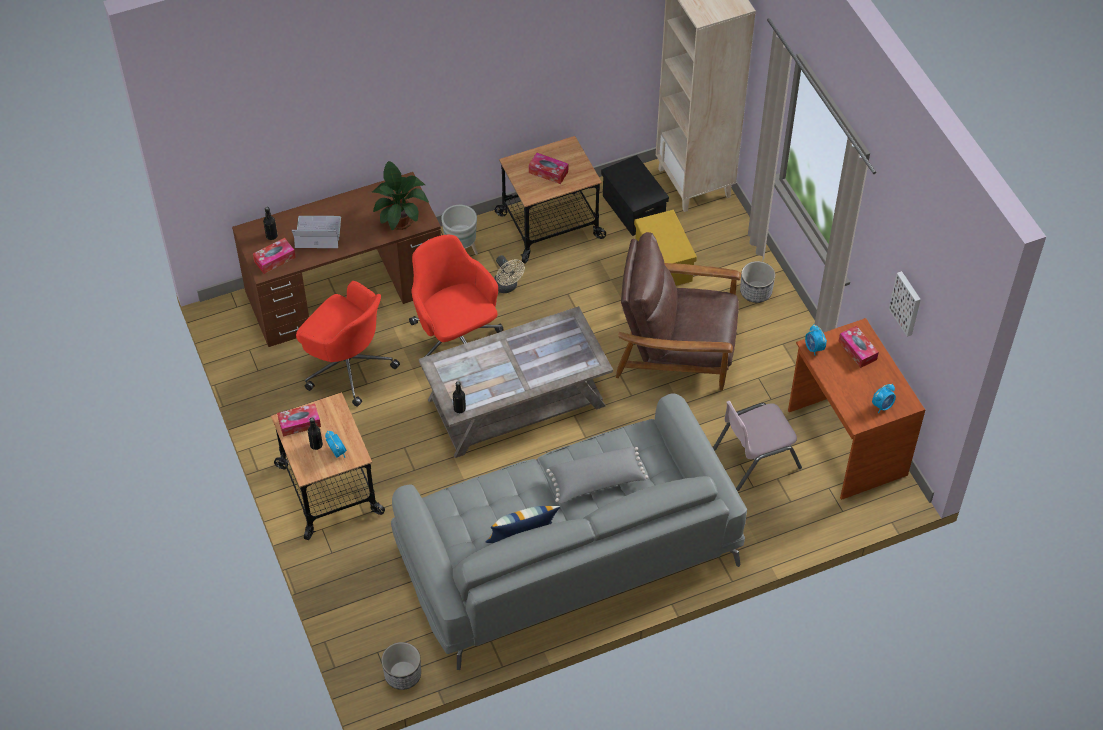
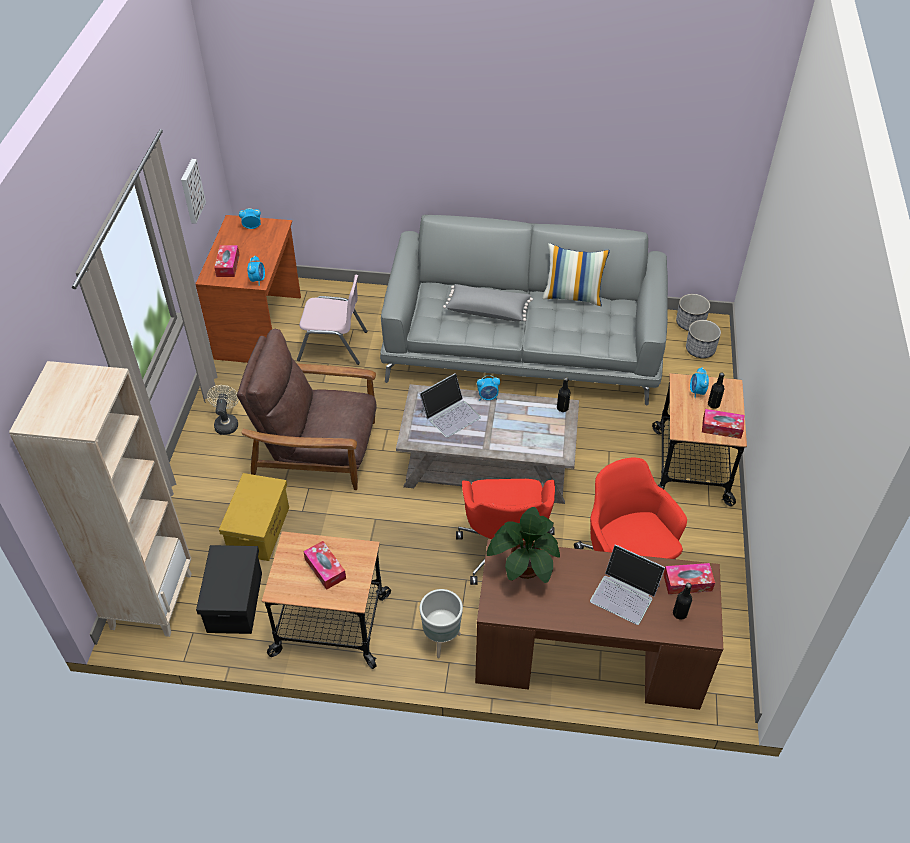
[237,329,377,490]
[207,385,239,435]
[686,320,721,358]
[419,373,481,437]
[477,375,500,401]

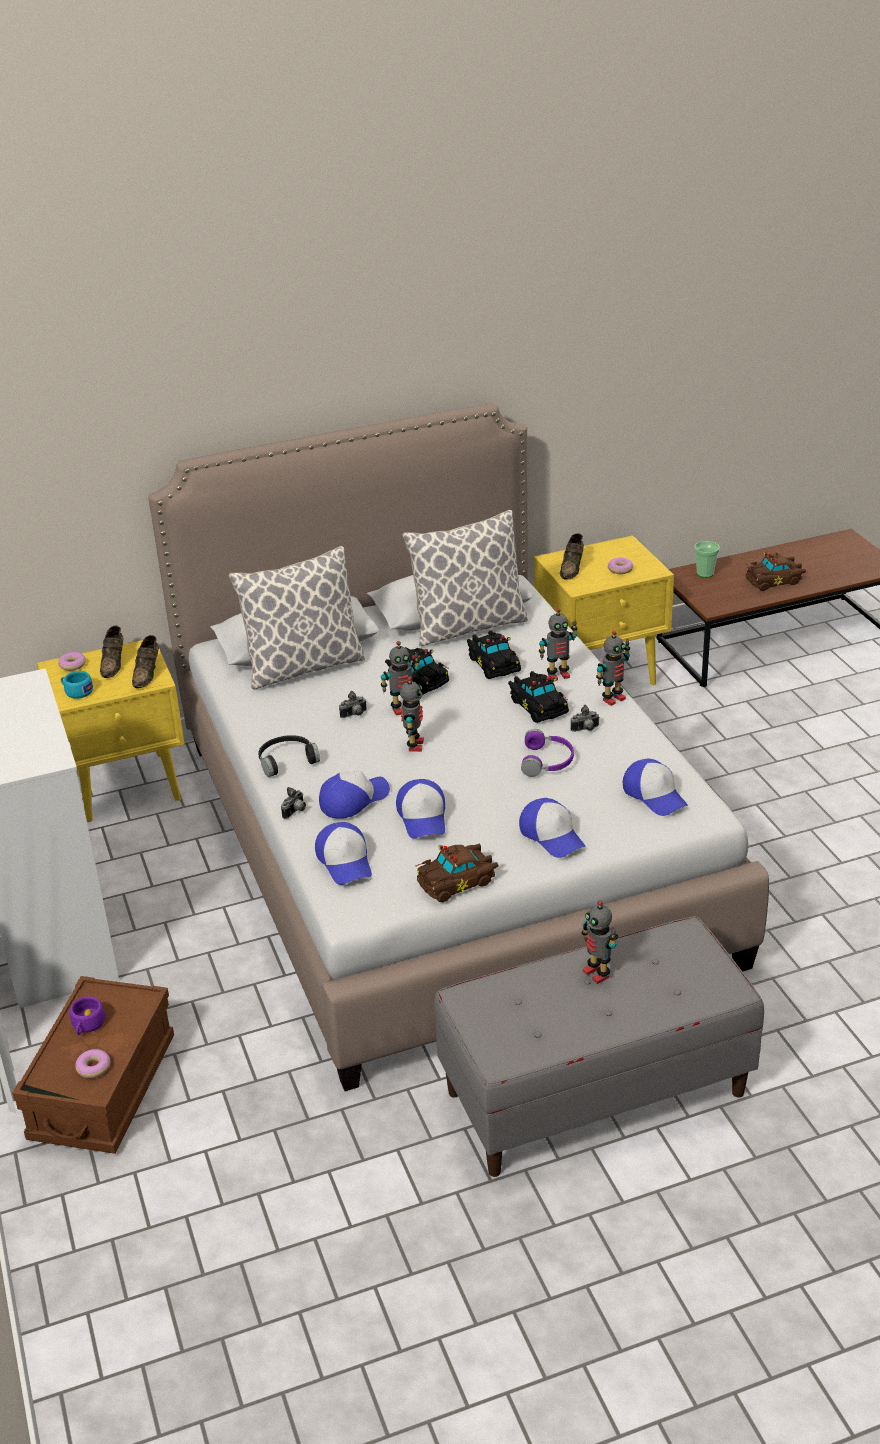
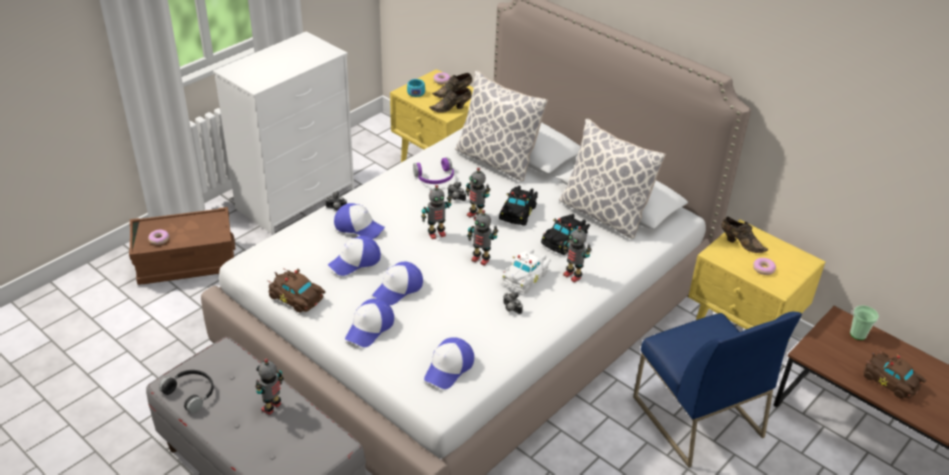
[721,216,768,253]
[467,210,498,266]
[501,249,551,293]
[413,157,454,184]
[159,370,214,413]
[372,262,423,305]
[70,996,105,1035] (first image)
[633,312,802,468]

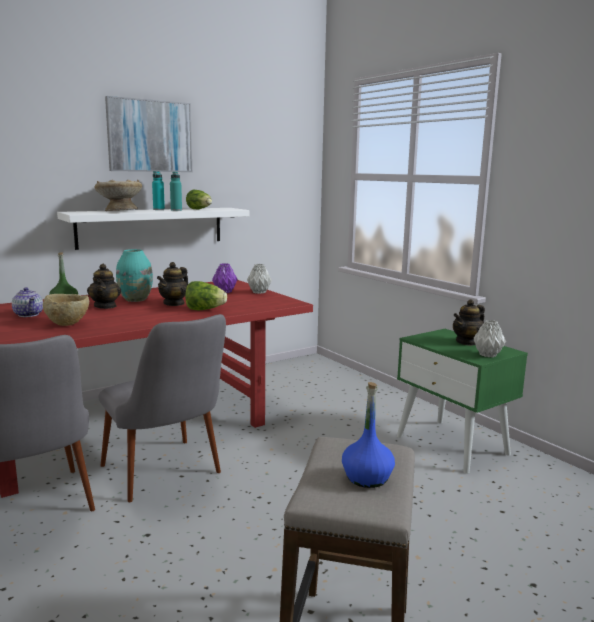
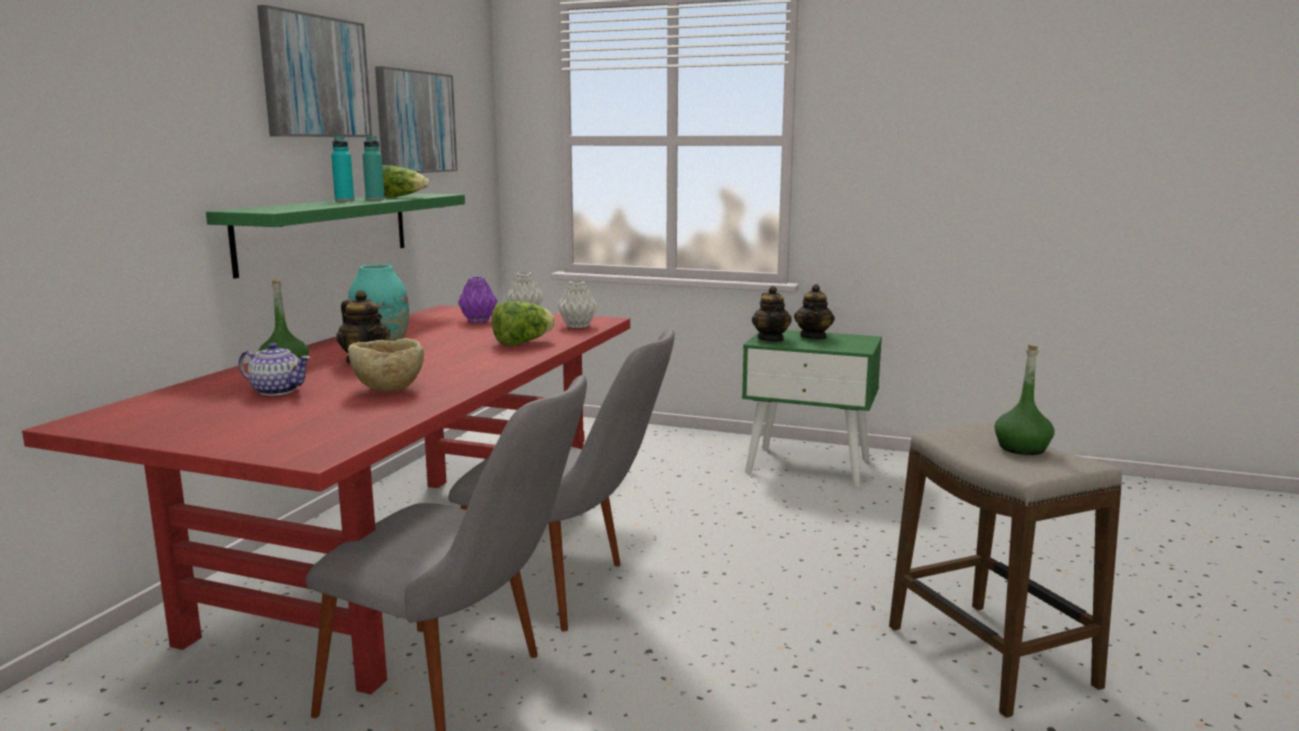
[94,180,142,211] (first image)
[206,193,465,279]
[752,286,792,342]
[557,281,597,328]
[994,345,1055,455]
[375,66,458,173]

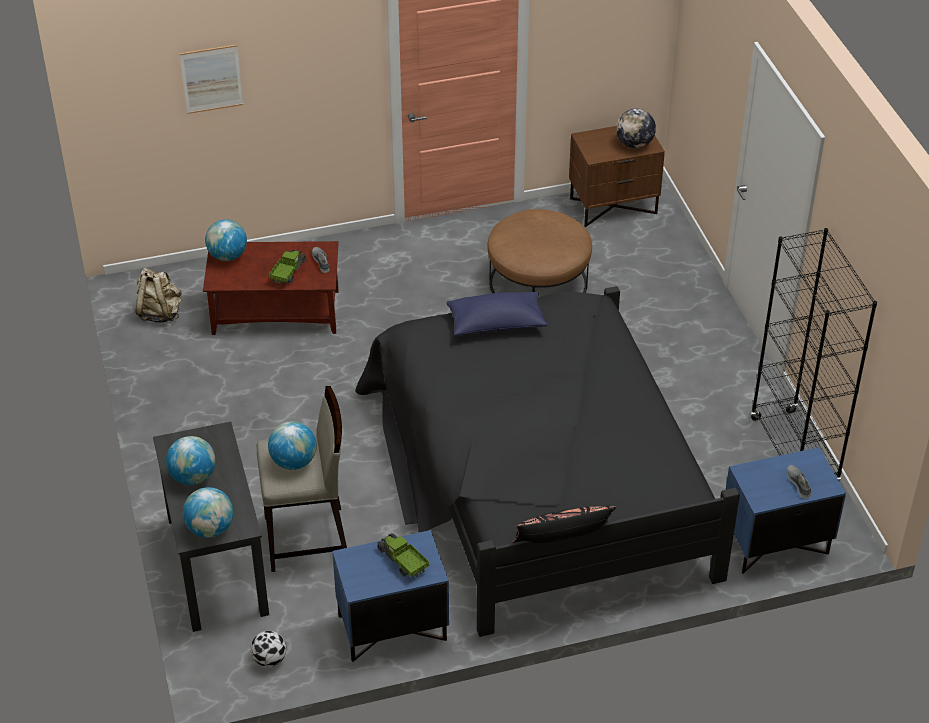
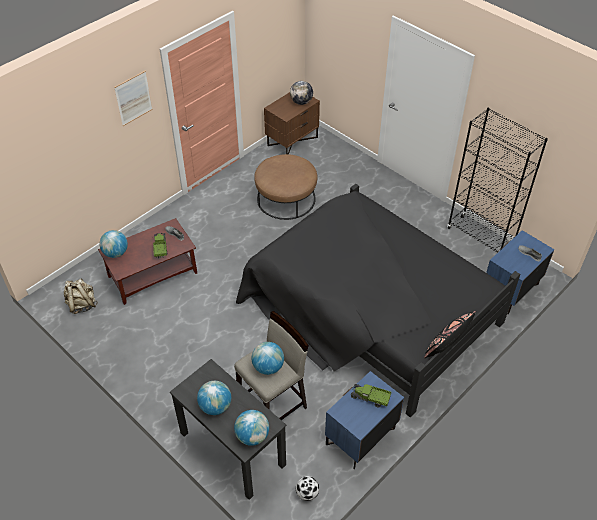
[114,71,153,126]
[447,292,547,336] (first image)

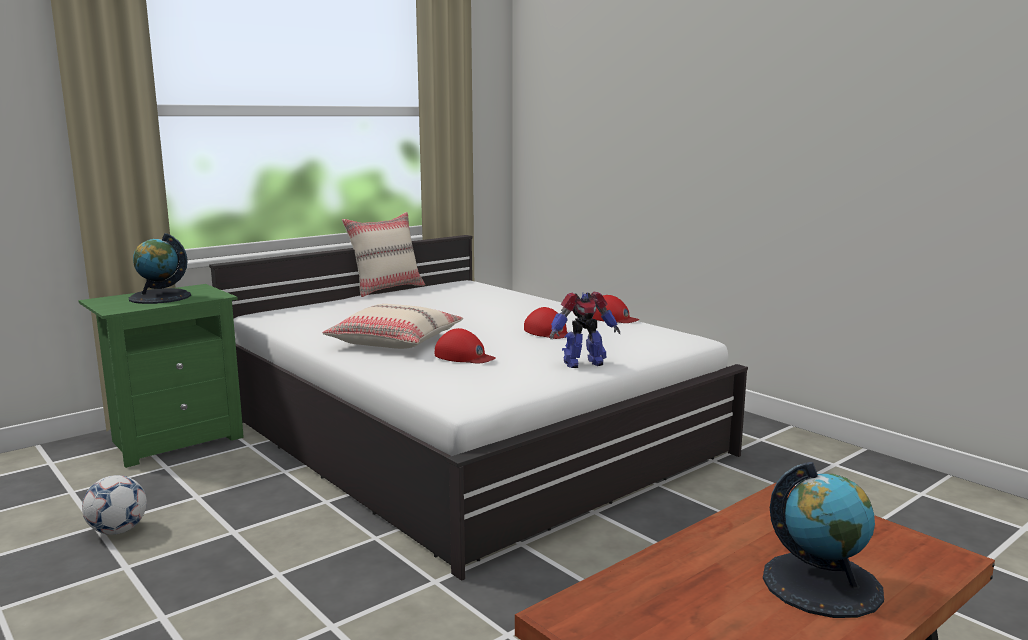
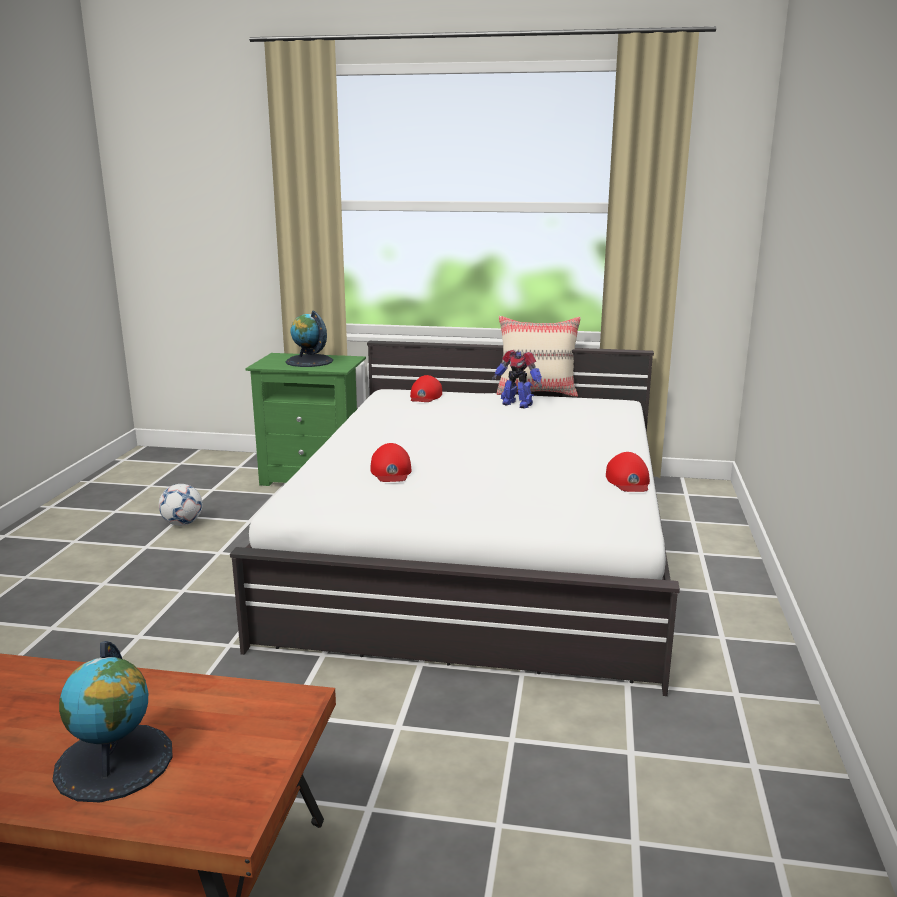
[492,350,542,408]
[322,304,463,349] (first image)
[410,375,442,402]

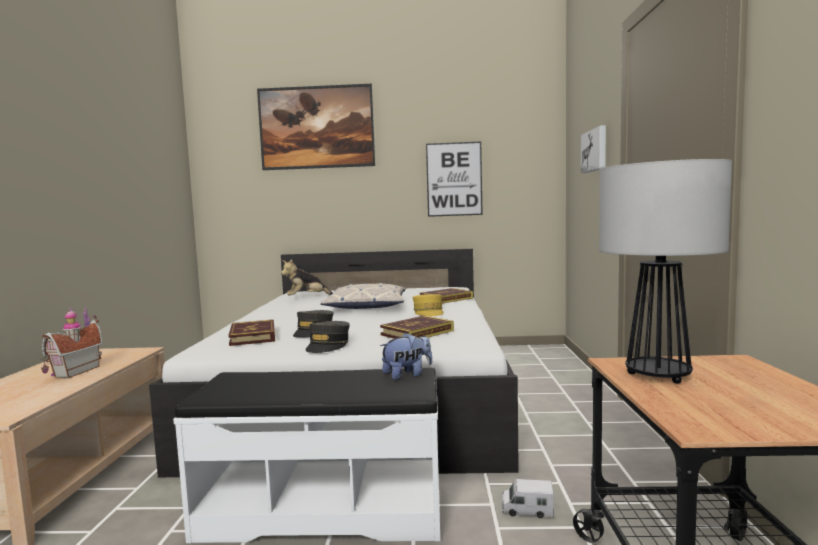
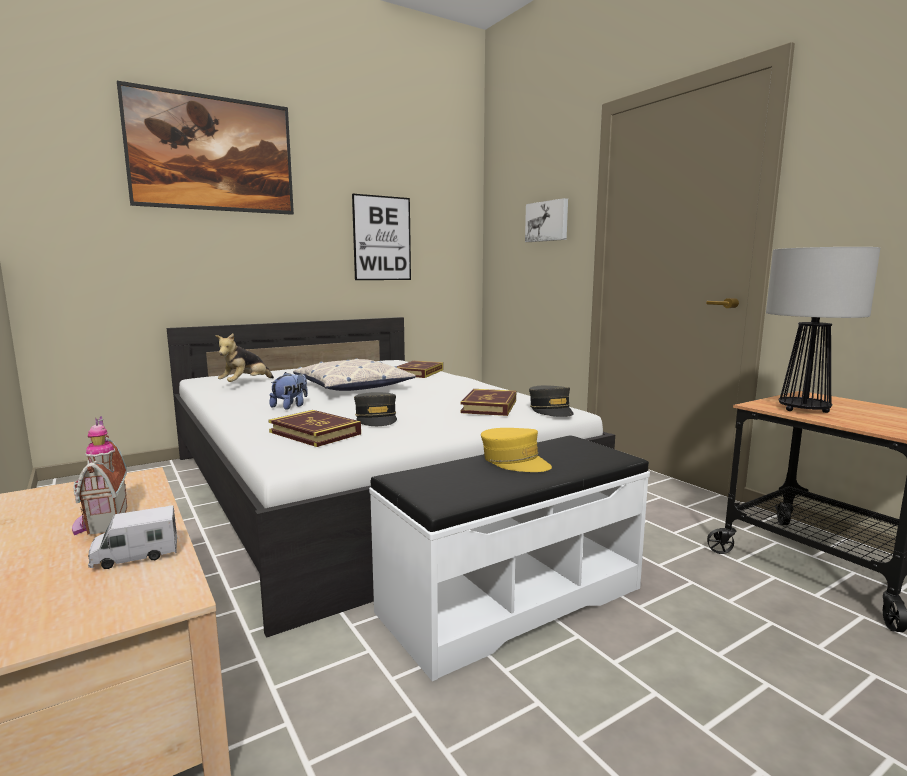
[481,428,552,472]
[529,386,574,417]
[270,372,308,410]
[88,505,177,569]

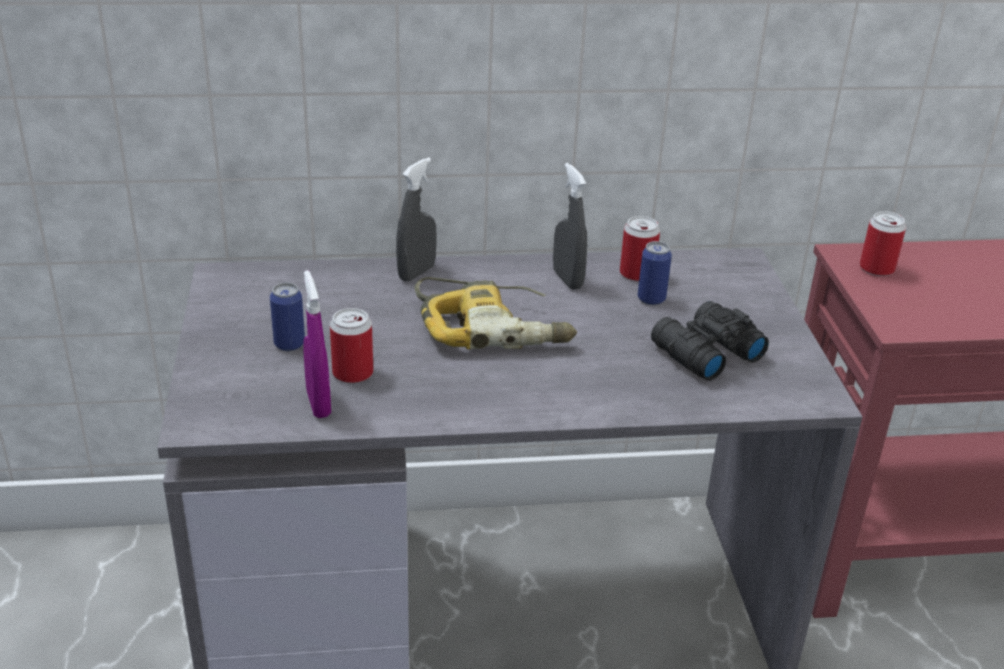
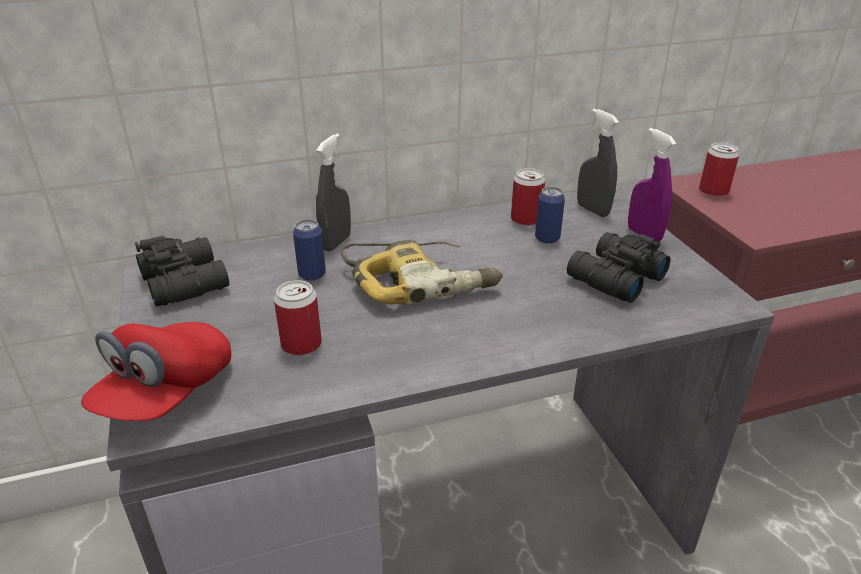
[577,109,619,217]
[628,128,677,242]
[293,219,326,281]
[135,236,229,307]
[81,322,231,421]

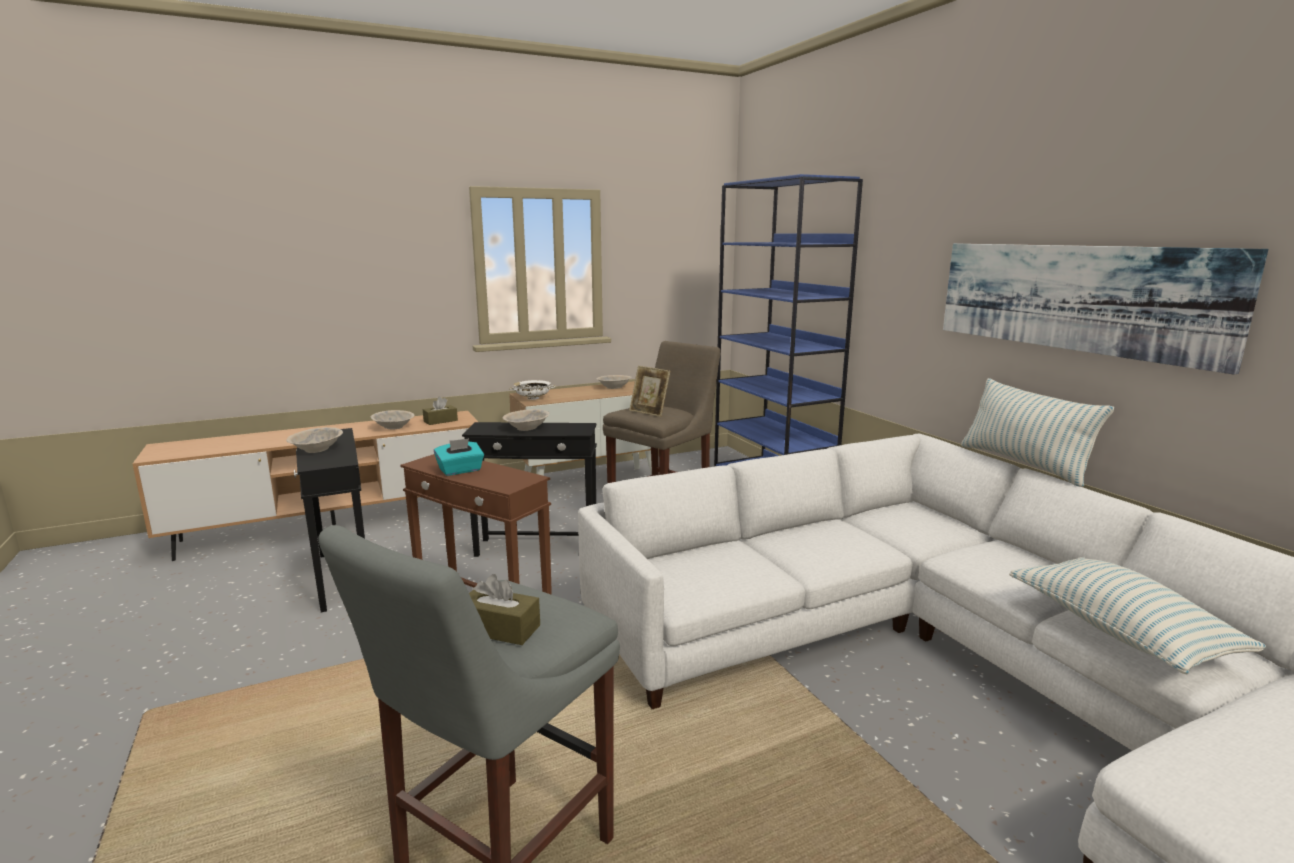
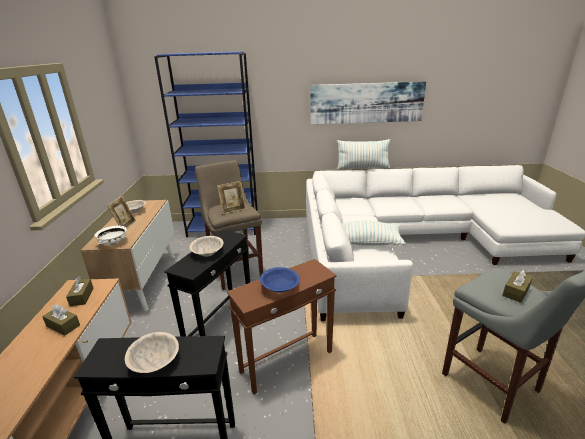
[42,304,80,335]
[260,267,300,293]
[341,220,406,246]
[107,196,136,228]

